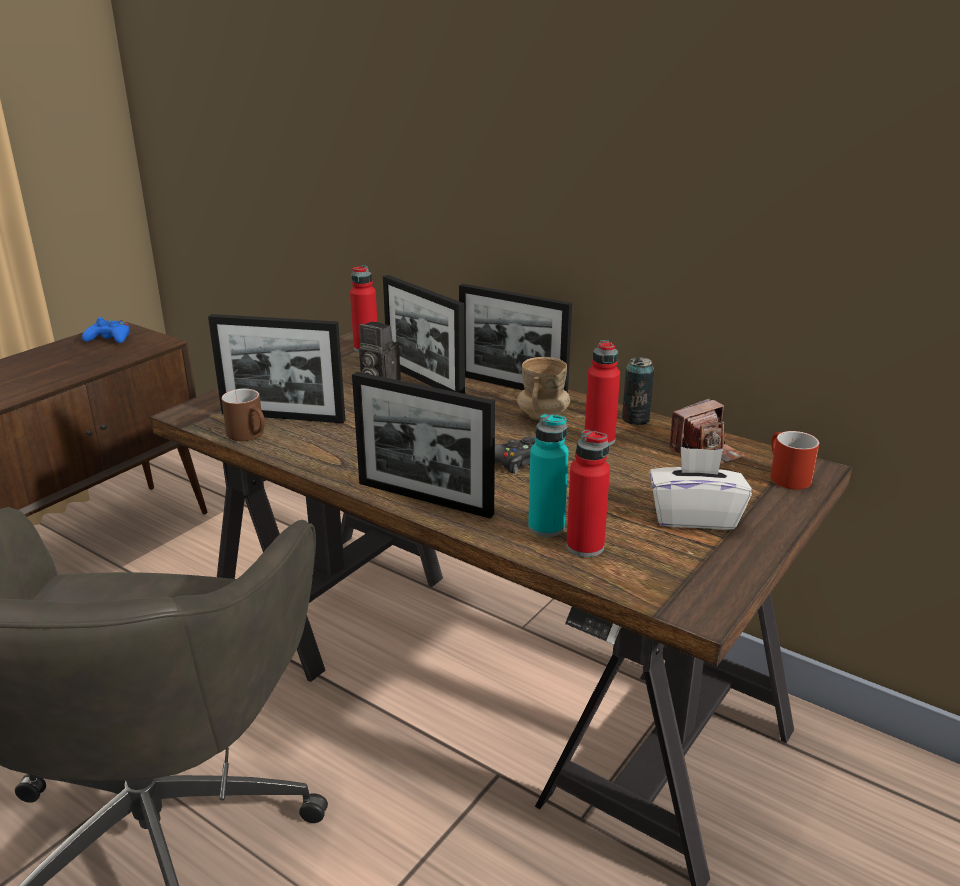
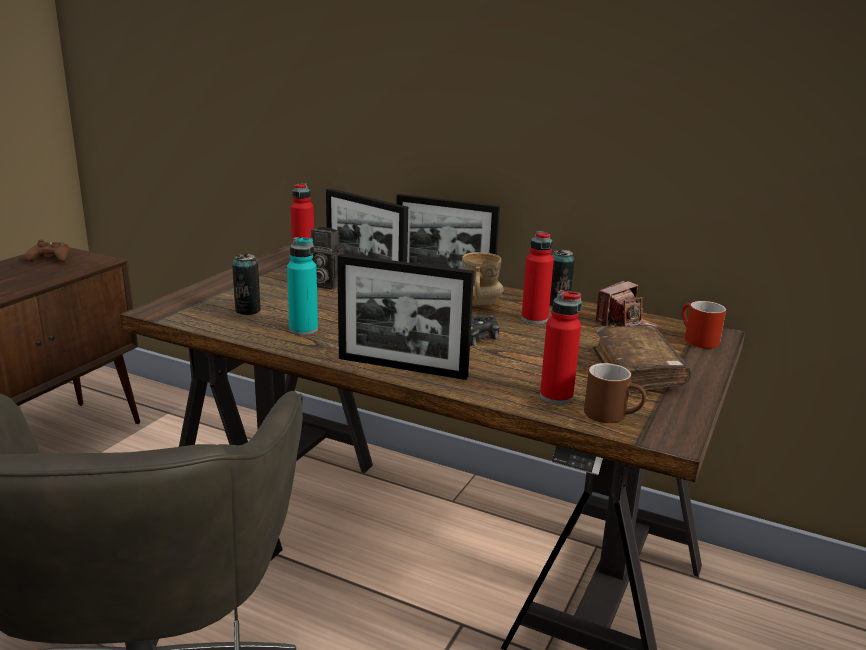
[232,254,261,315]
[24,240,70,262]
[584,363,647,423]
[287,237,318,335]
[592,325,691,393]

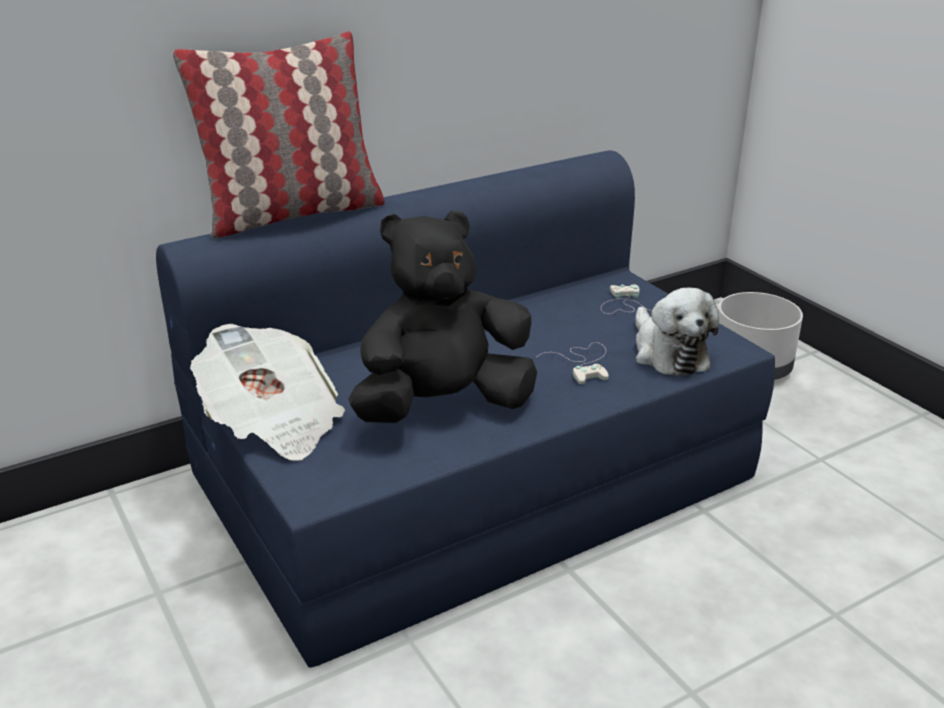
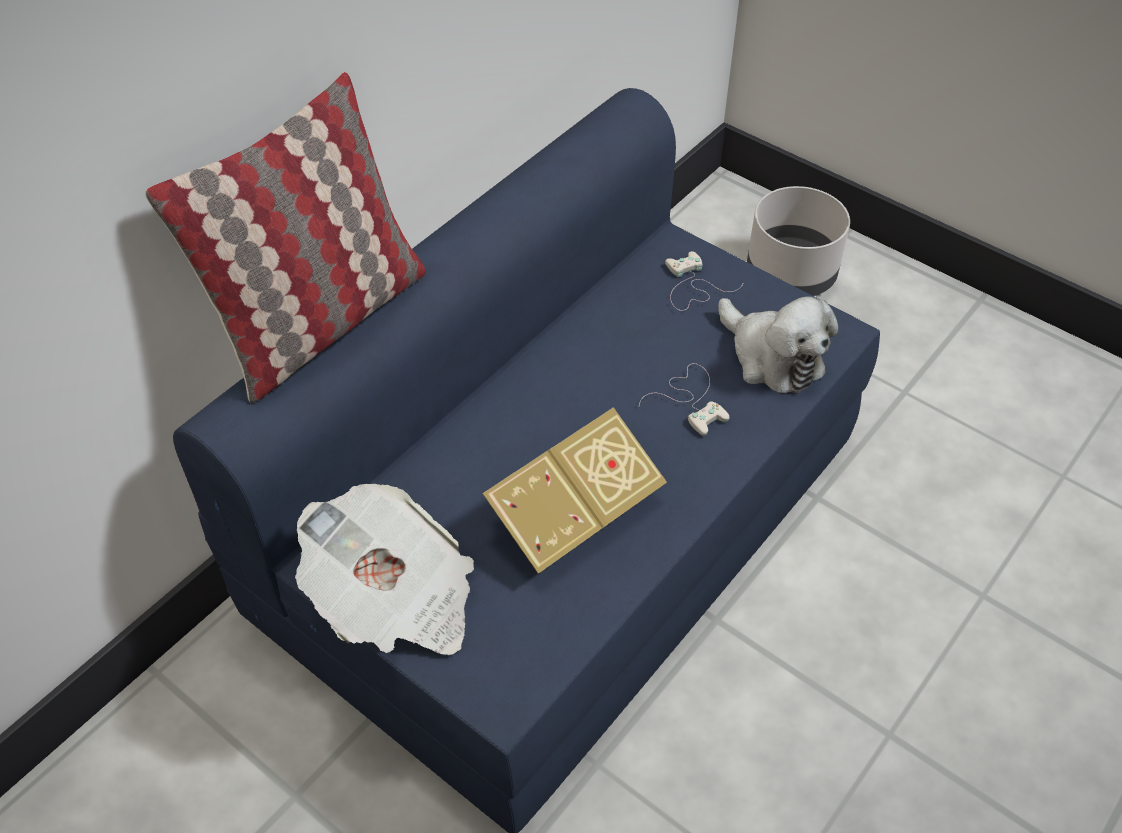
[482,407,667,574]

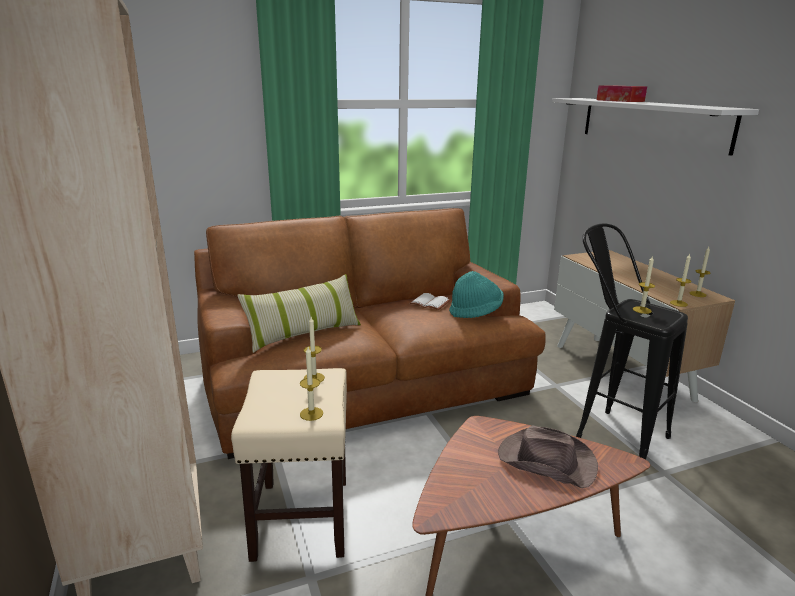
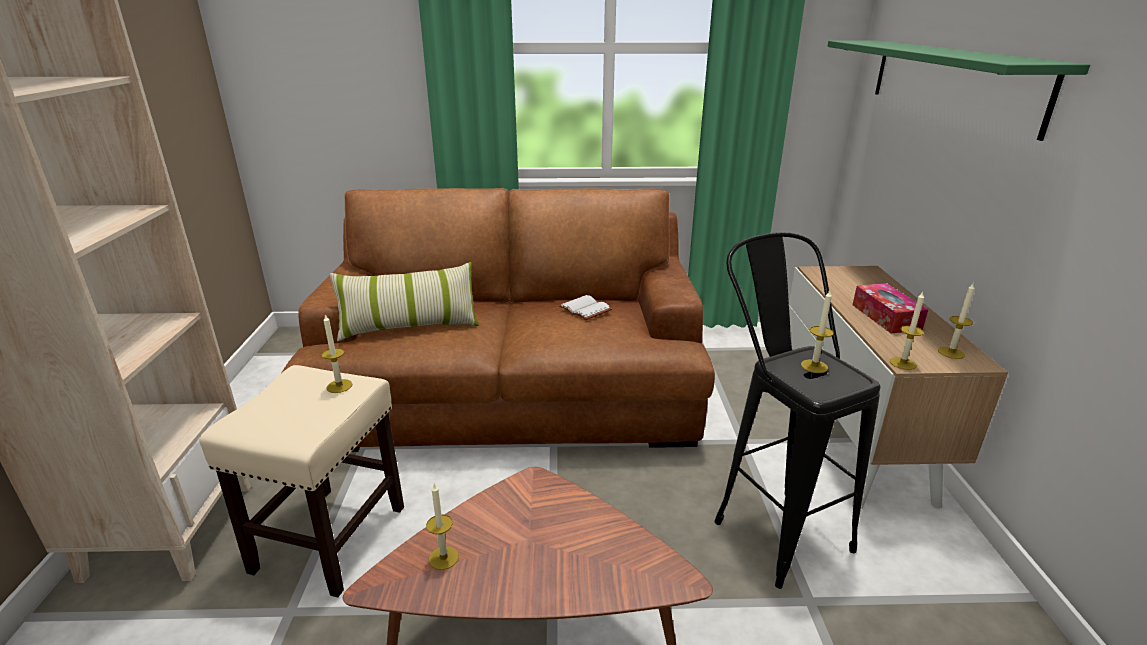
[853,283,928,333]
[827,41,1090,141]
[449,271,504,318] (first image)
[426,484,459,570]
[498,425,598,488] (first image)

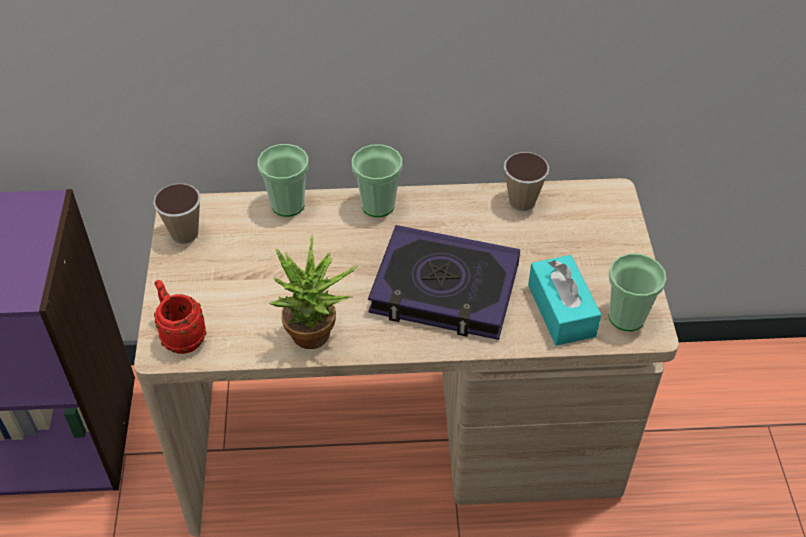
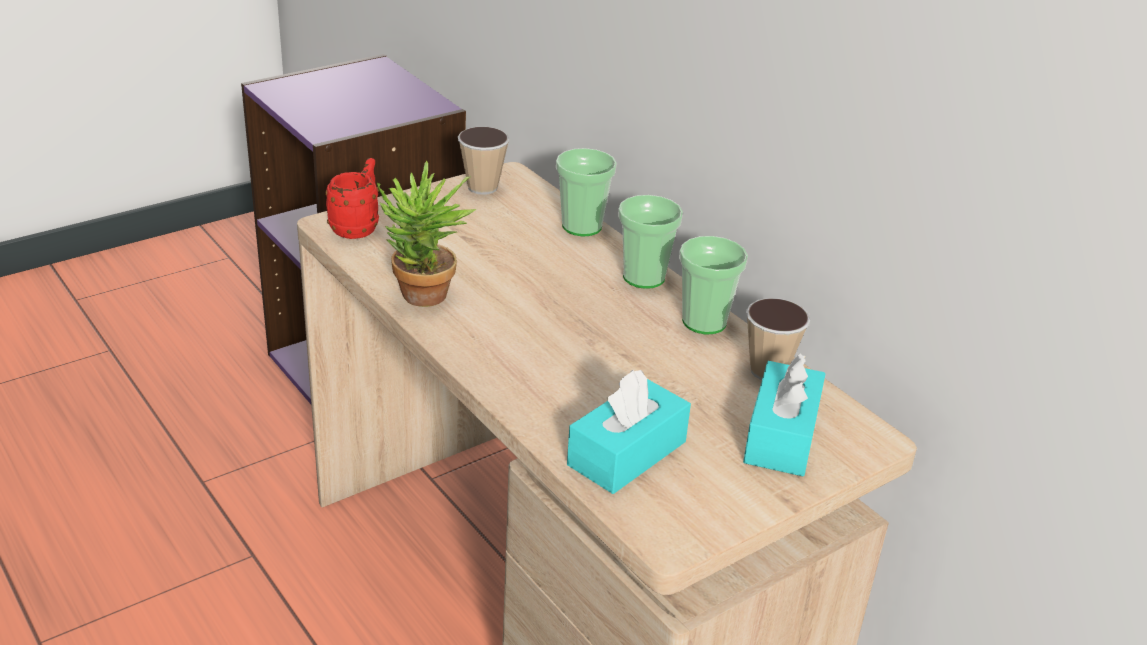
[368,225,520,340] (first image)
[679,236,748,334]
[743,354,826,476]

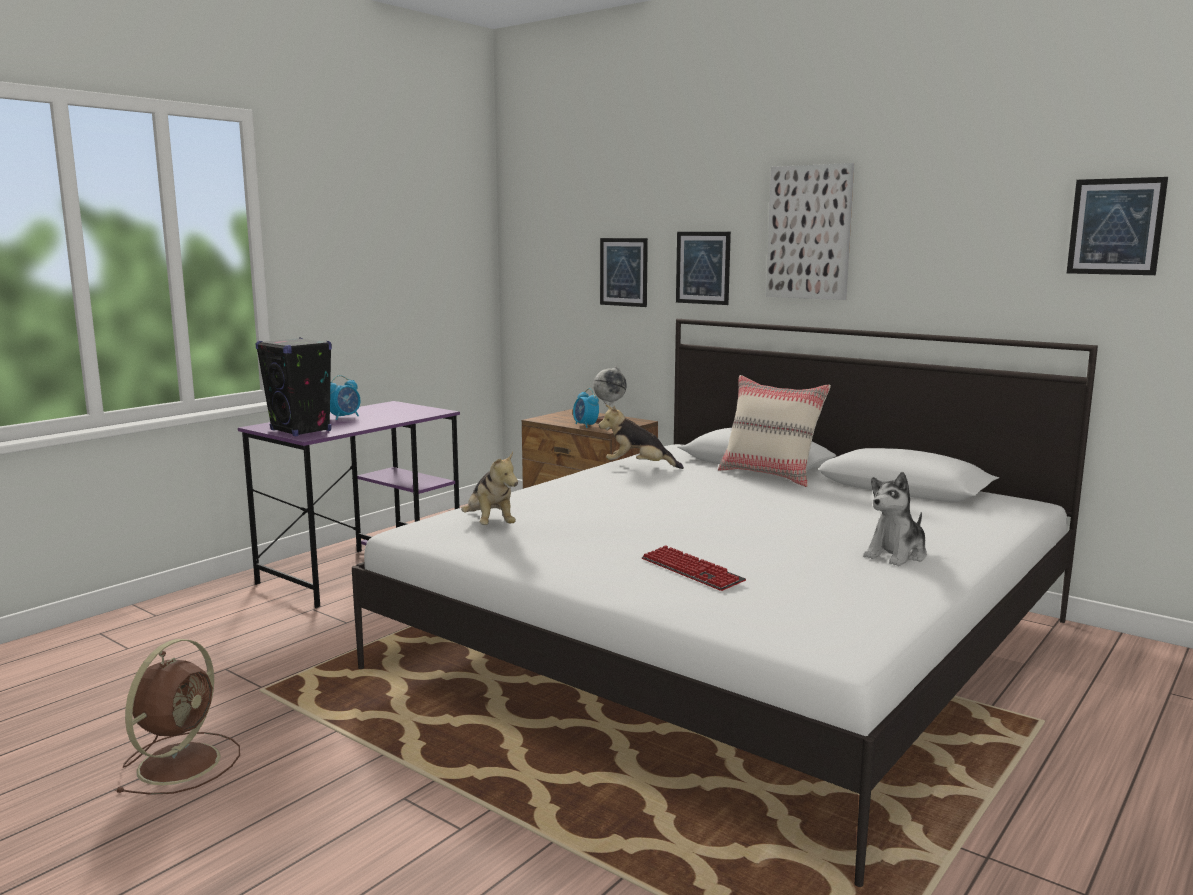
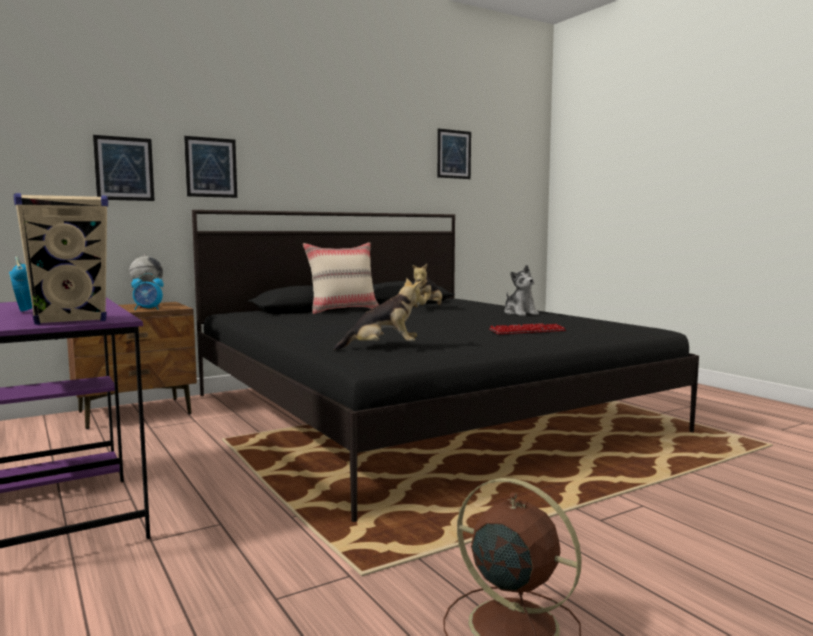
[766,163,854,300] (first image)
[192,210,699,522]
[13,193,108,325]
[413,264,442,306]

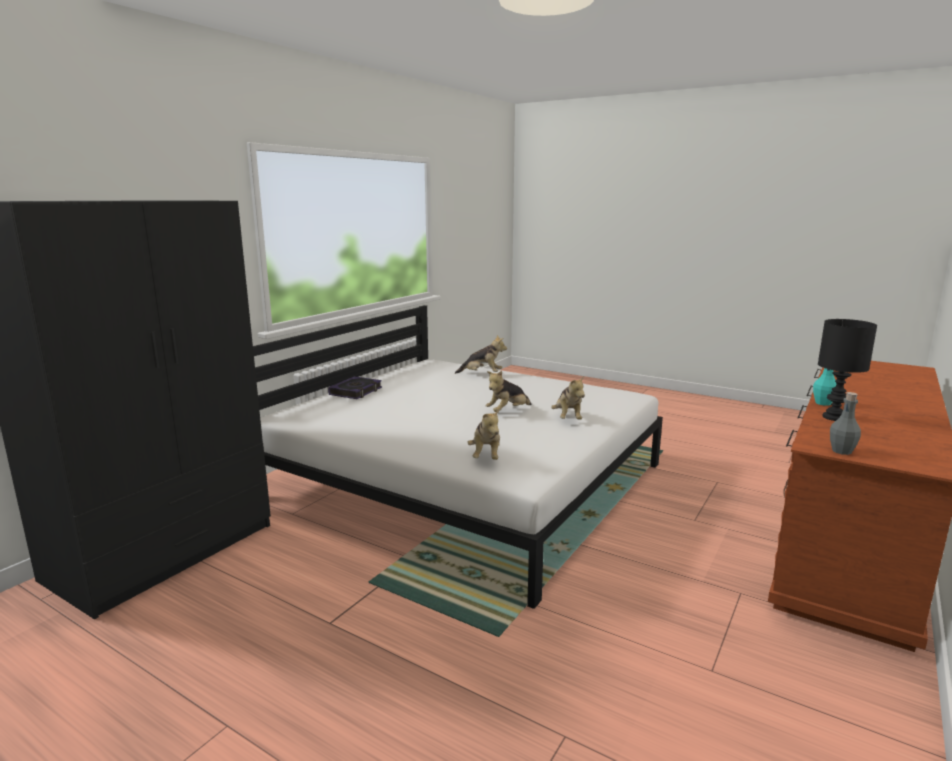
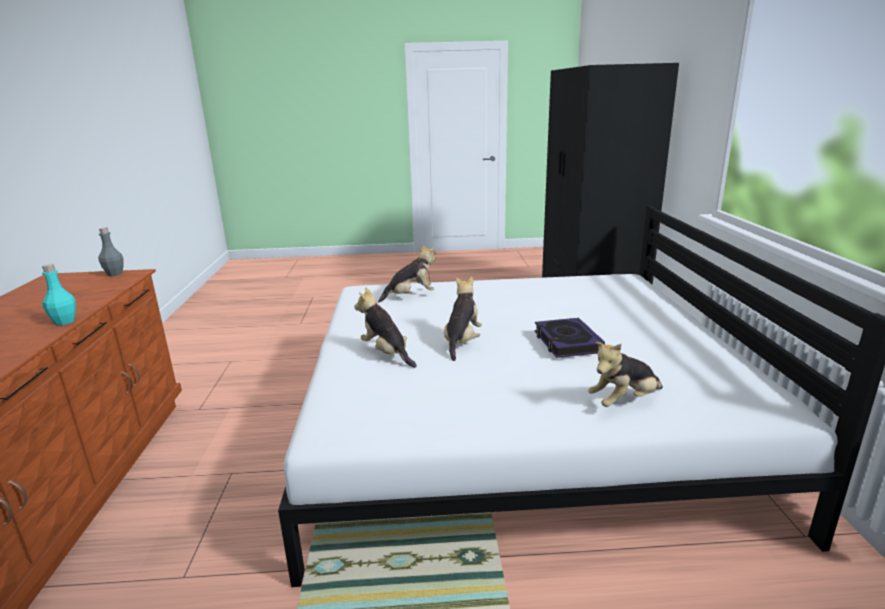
[818,319,877,421] (first image)
[534,318,605,358]
[378,244,436,303]

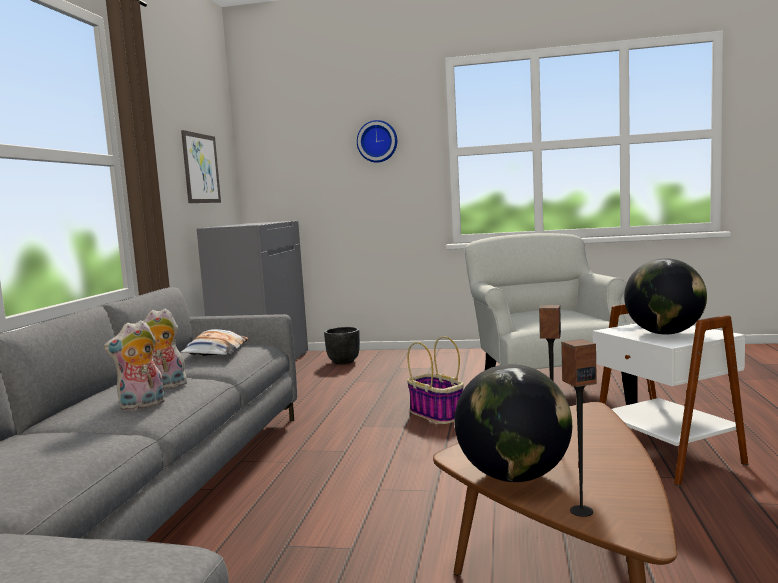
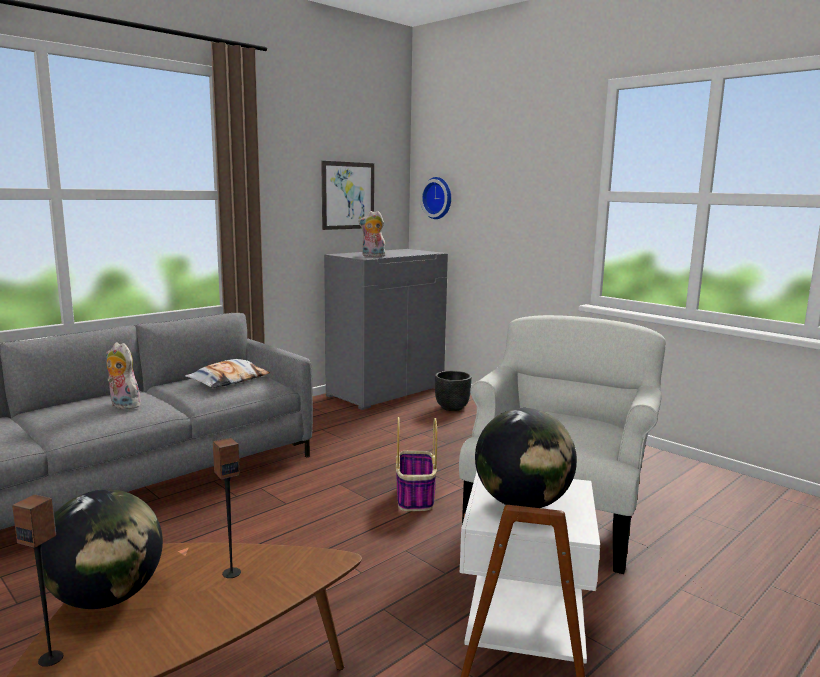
[420,177,451,219]
[358,211,385,257]

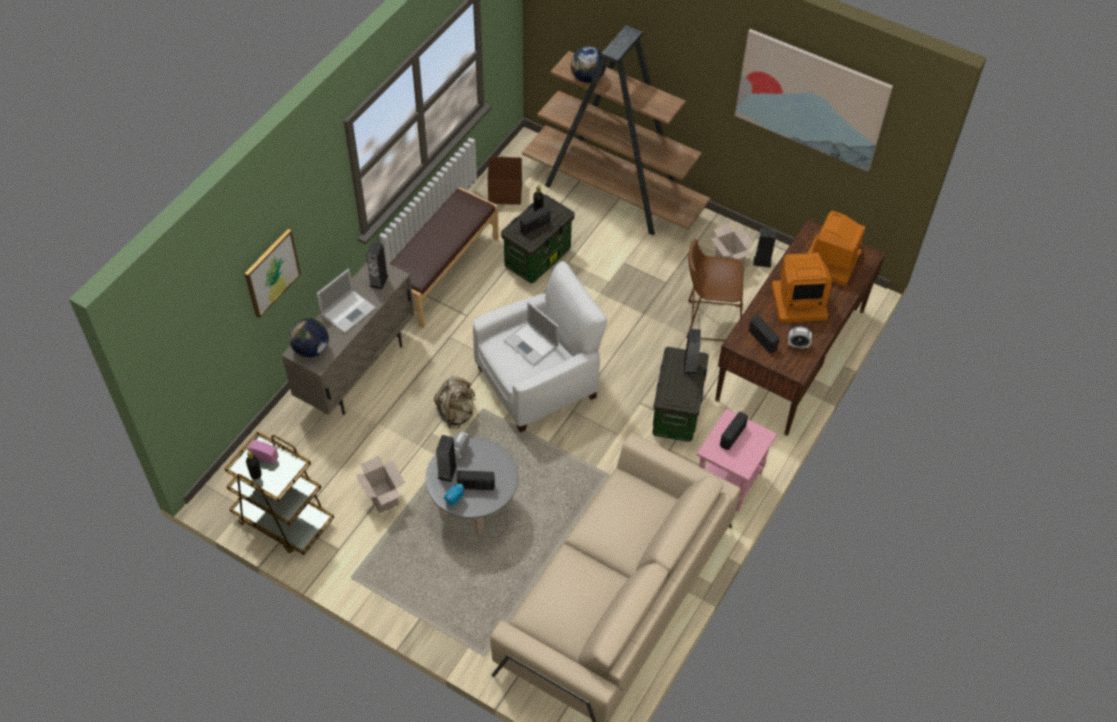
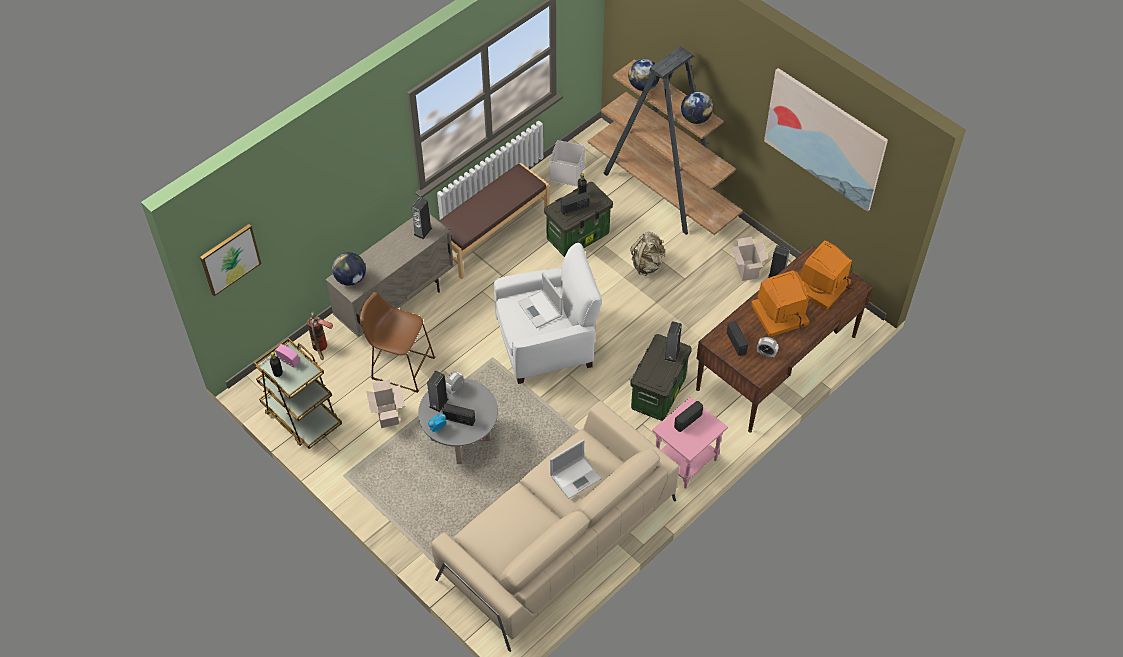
[549,140,585,187]
[200,224,261,296]
[360,291,436,393]
[751,271,809,337]
[550,439,602,499]
[630,232,665,276]
[681,91,713,124]
[307,311,333,360]

